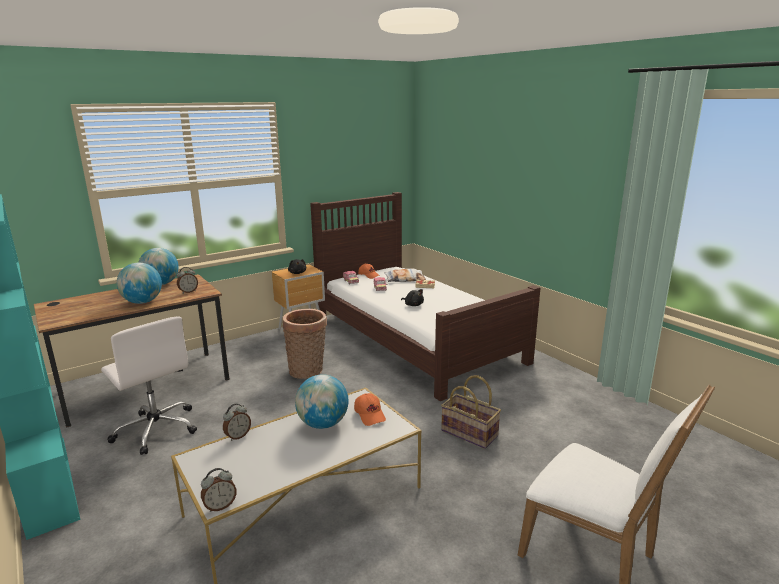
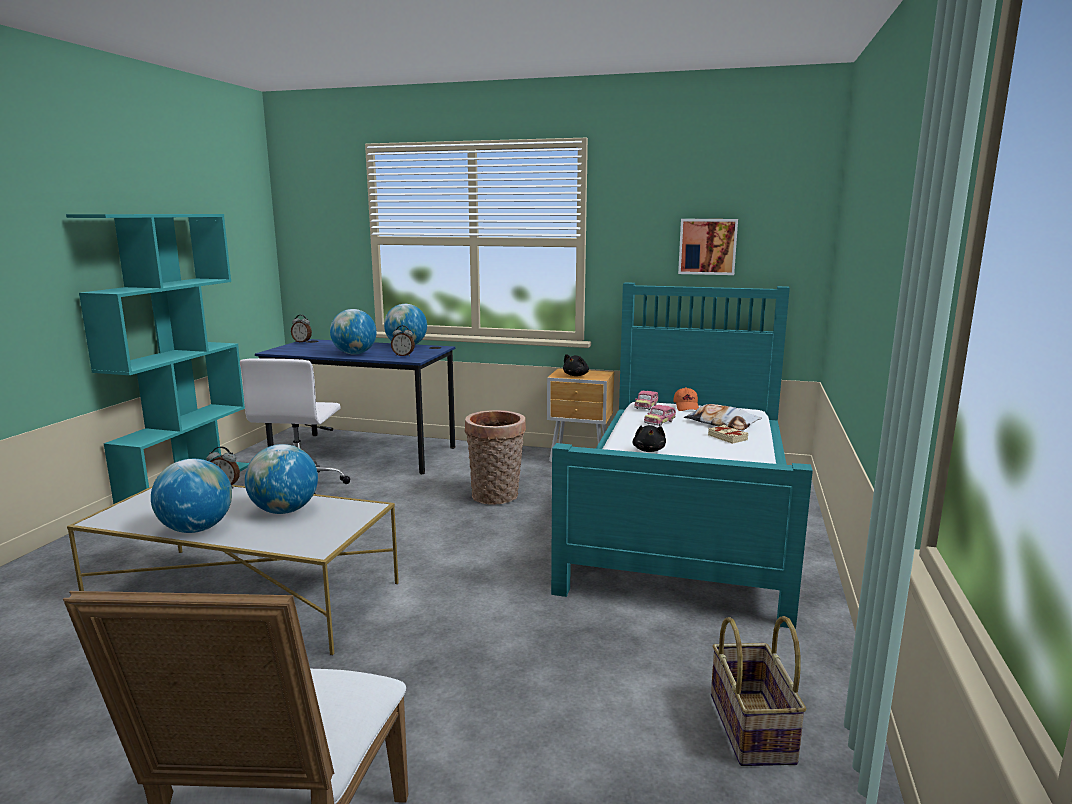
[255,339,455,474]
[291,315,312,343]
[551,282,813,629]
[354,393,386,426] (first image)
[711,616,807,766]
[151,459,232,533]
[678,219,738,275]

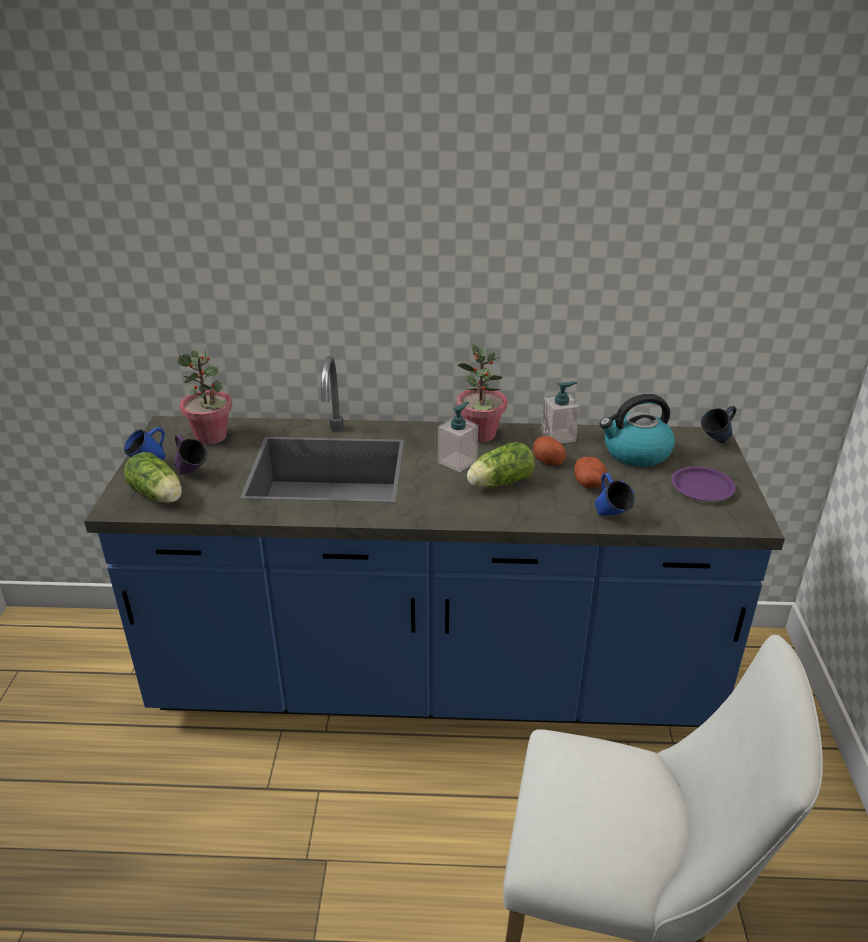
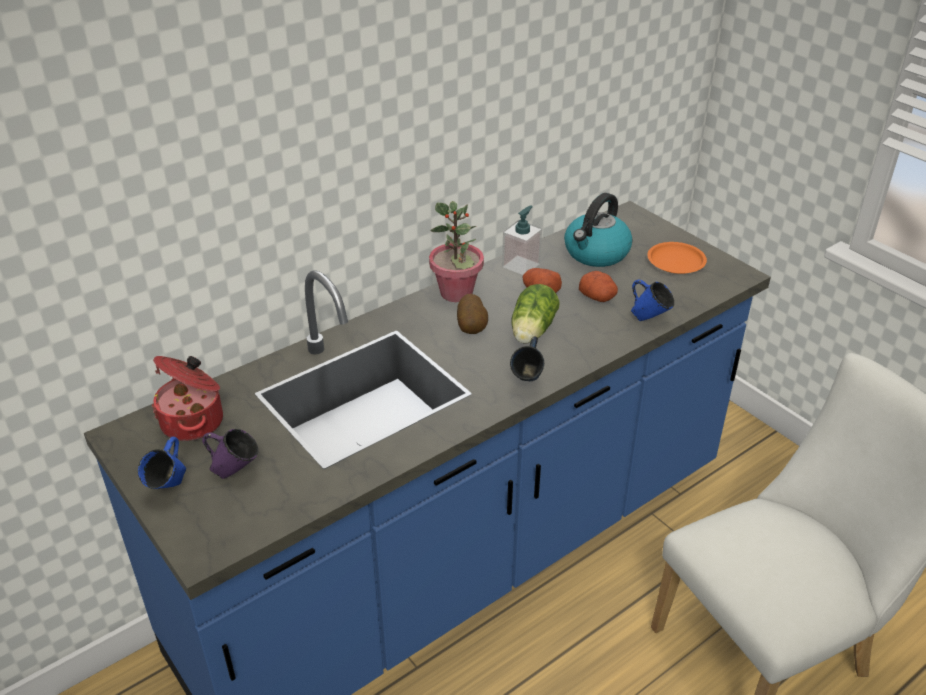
[124,452,182,503] (first image)
[152,356,223,441]
[457,294,488,334]
[647,242,707,274]
[510,336,544,381]

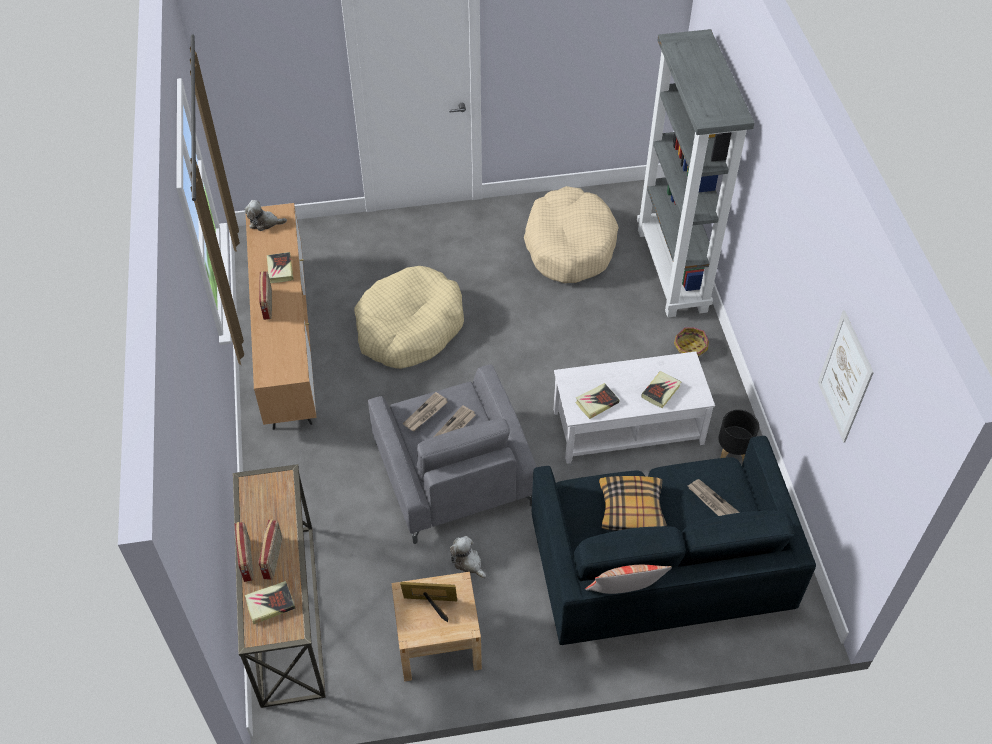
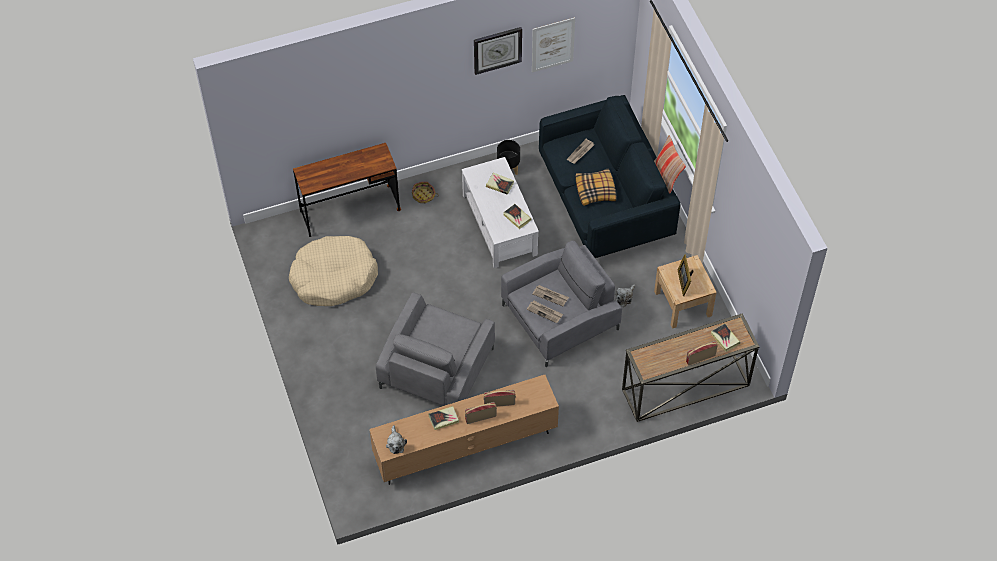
[484,390,516,407]
[376,292,495,406]
[293,143,401,237]
[474,27,522,75]

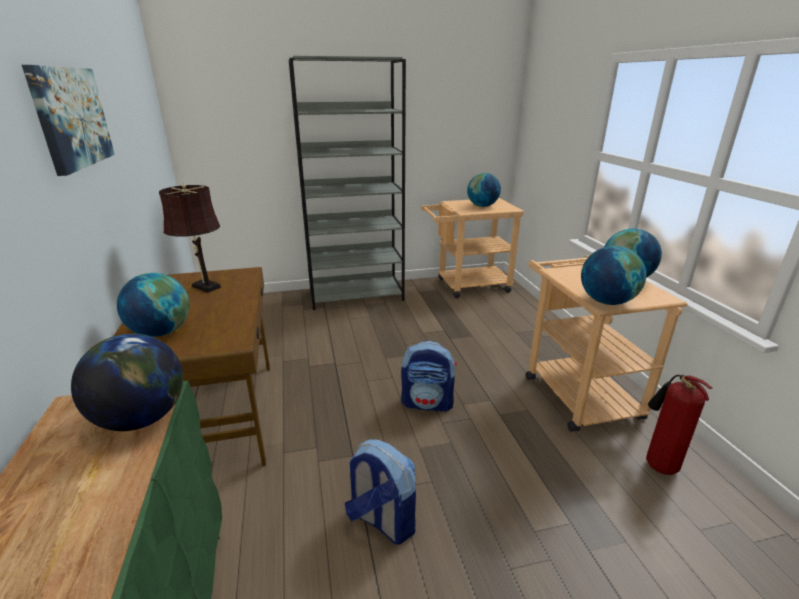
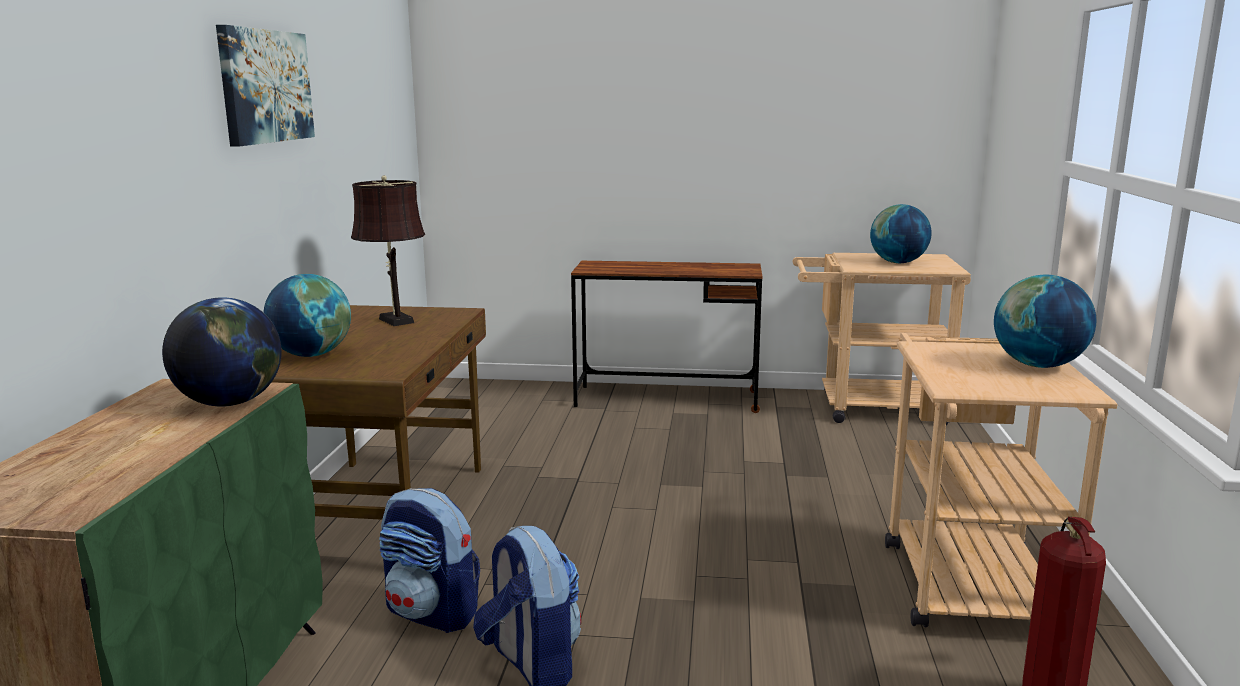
[571,261,762,413]
[379,488,480,633]
[581,246,646,305] (first image)

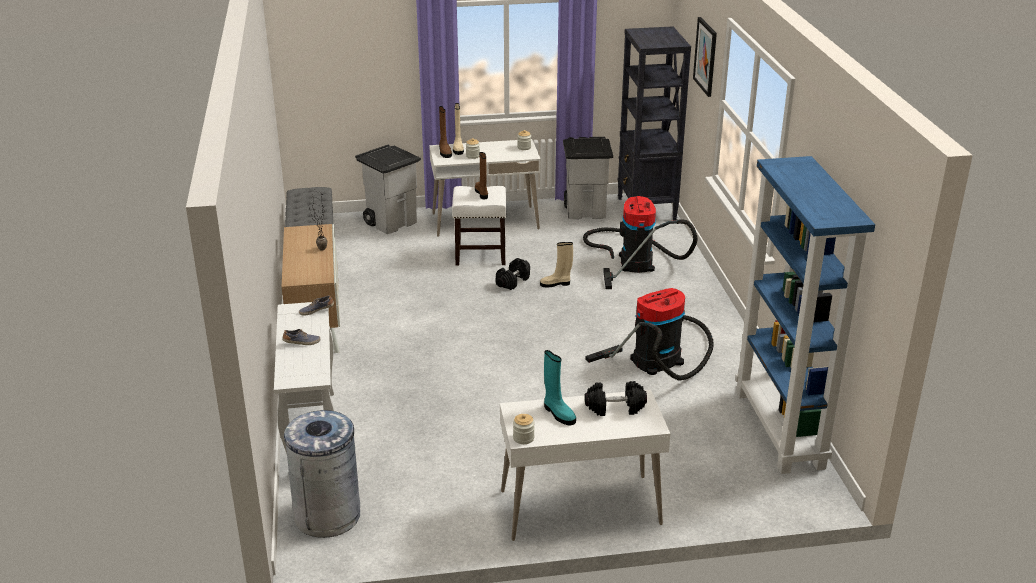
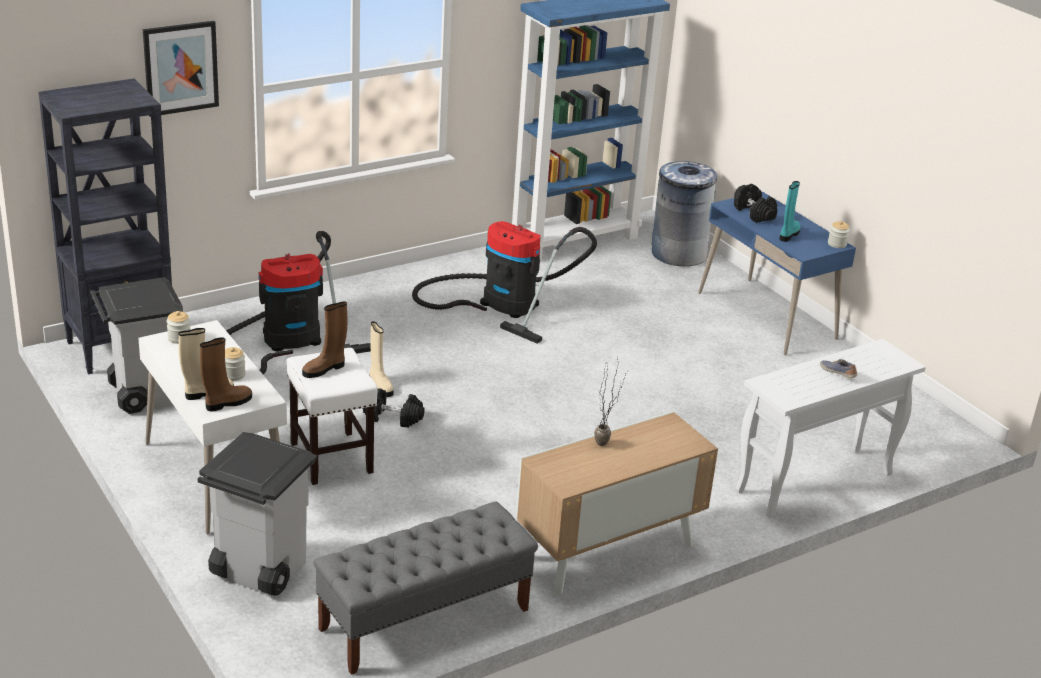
[652,161,717,266]
[299,295,334,316] (first image)
[698,192,856,355]

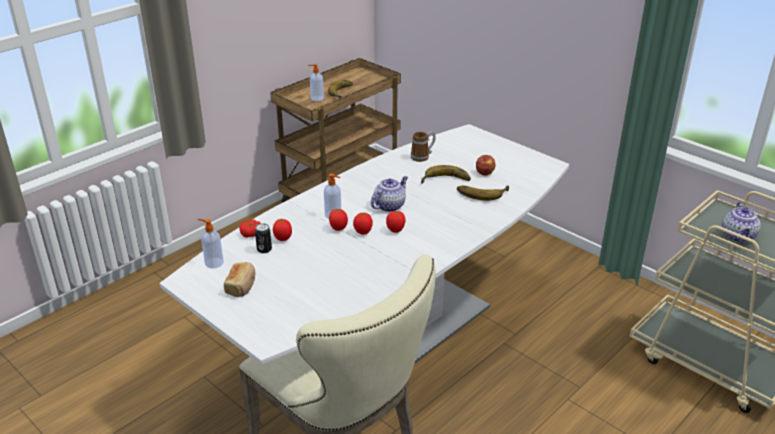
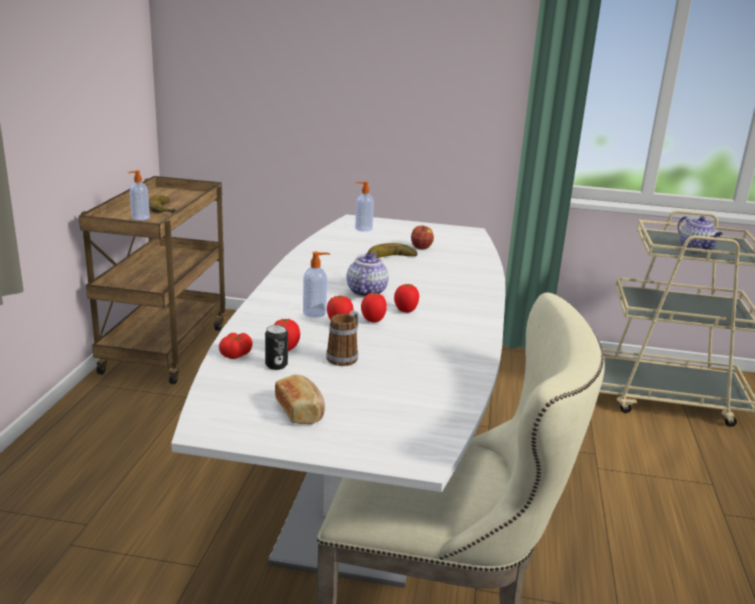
[355,181,374,231]
[326,310,359,366]
[457,186,509,201] (first image)

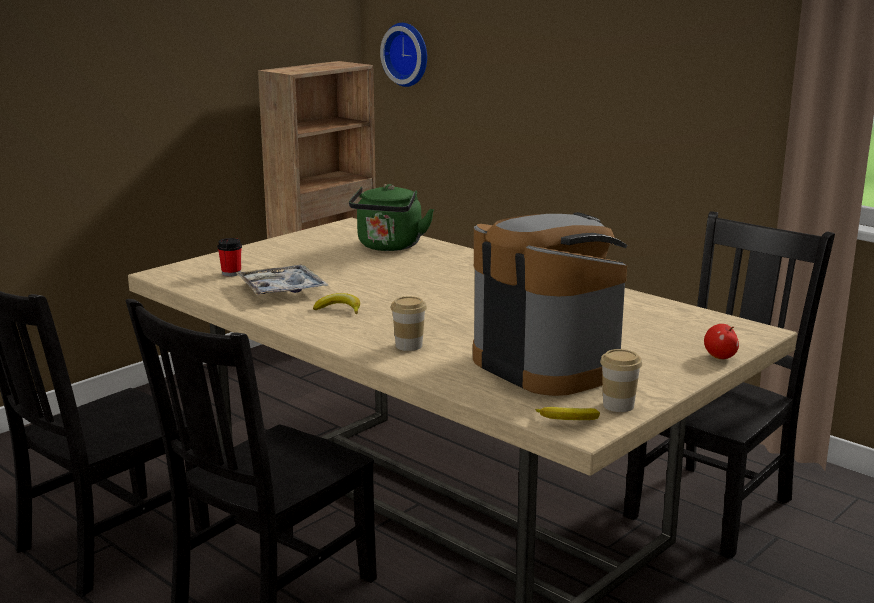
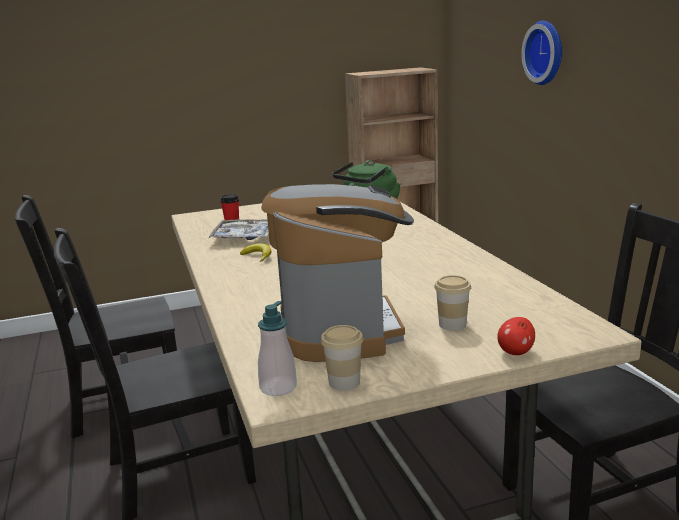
[521,20,562,85]
[434,275,471,331]
[258,301,297,396]

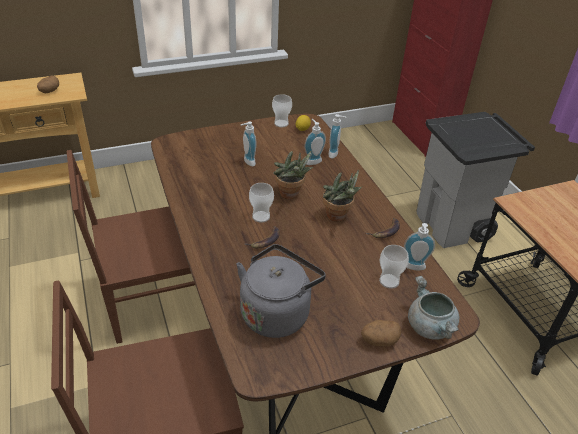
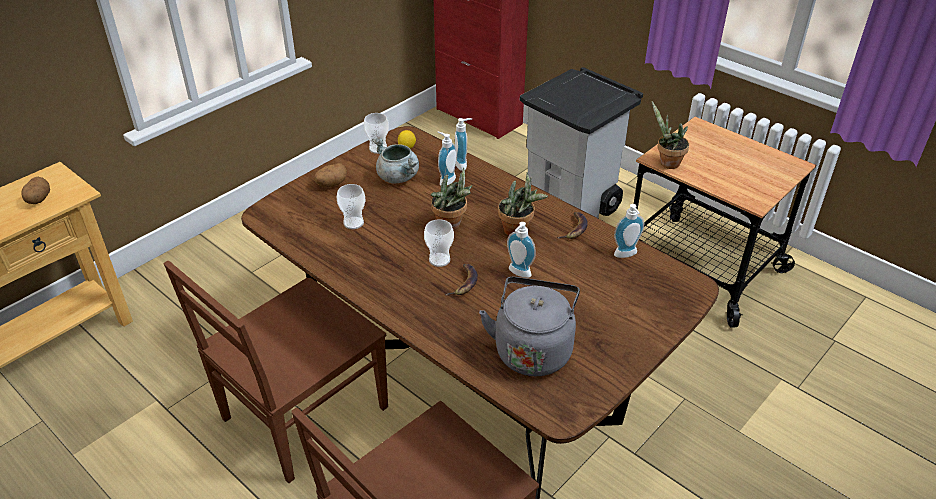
[507,222,536,278]
[314,163,347,188]
[336,184,366,229]
[372,137,419,183]
[652,101,689,169]

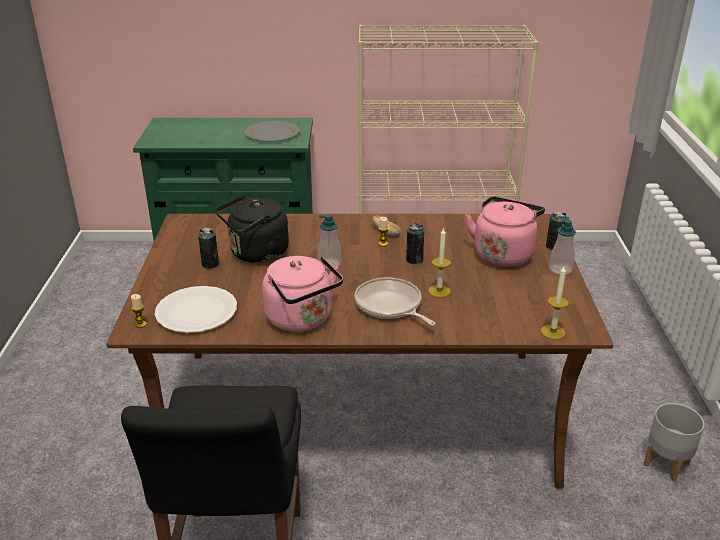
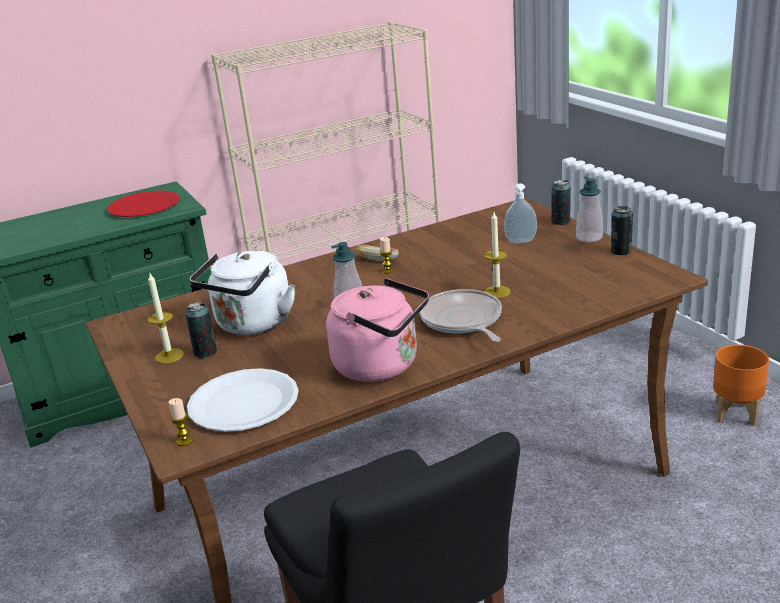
[190,251,295,335]
[107,190,179,217]
[419,289,502,342]
[611,206,633,256]
[504,183,537,243]
[148,273,184,364]
[713,345,769,426]

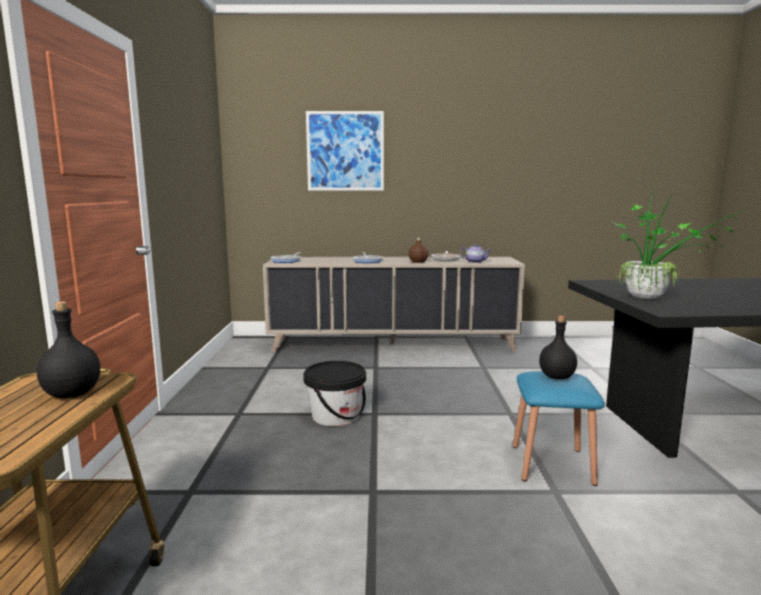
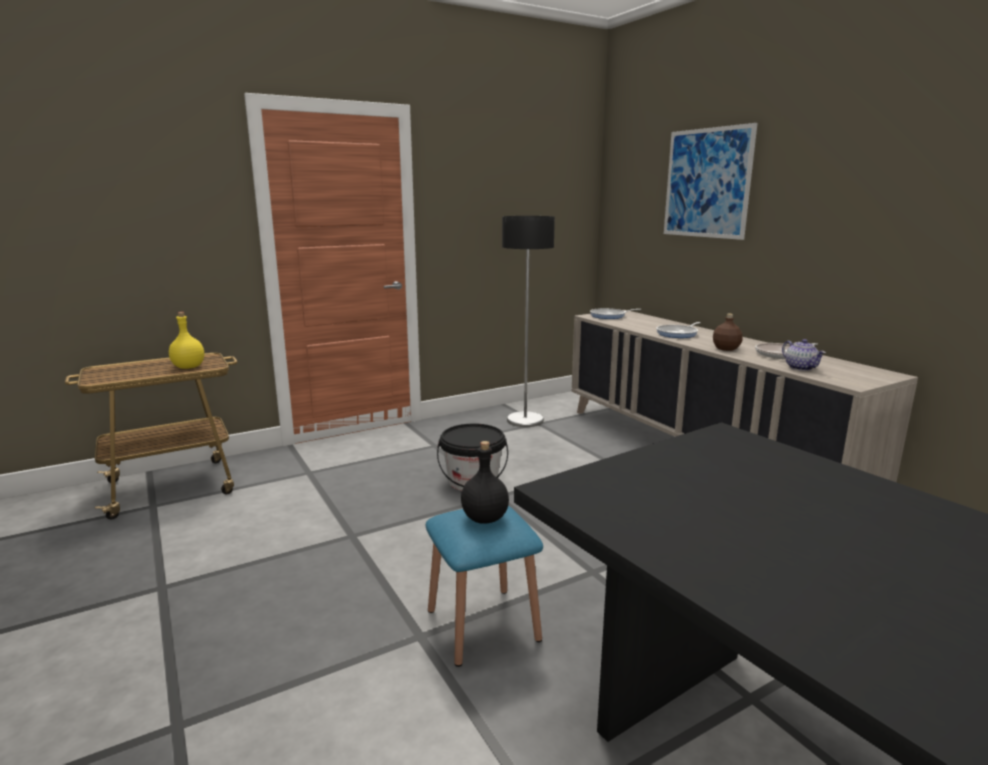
[169,312,204,369]
[611,183,743,299] (first image)
[502,216,555,427]

